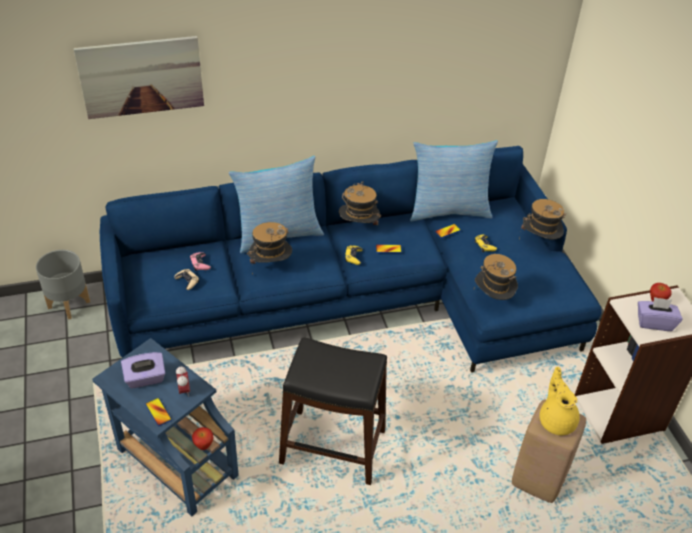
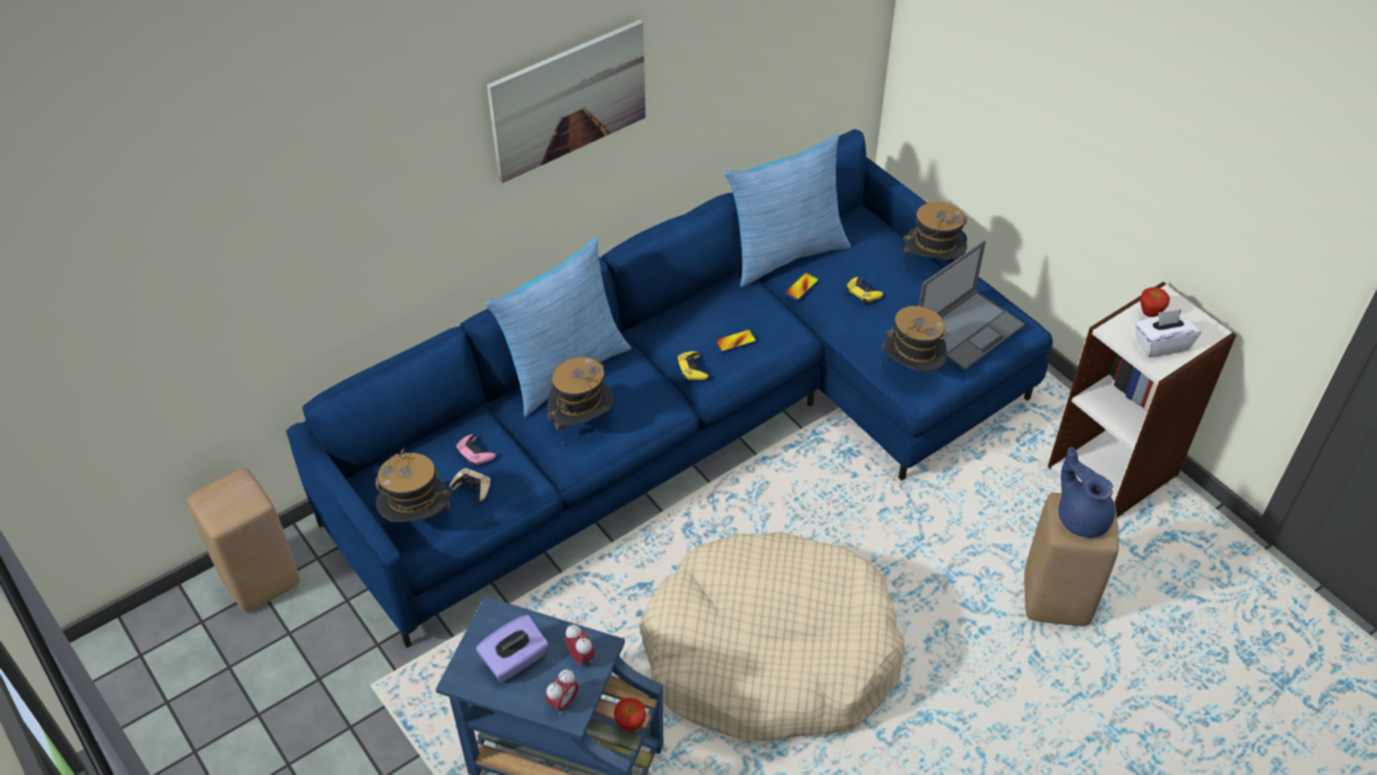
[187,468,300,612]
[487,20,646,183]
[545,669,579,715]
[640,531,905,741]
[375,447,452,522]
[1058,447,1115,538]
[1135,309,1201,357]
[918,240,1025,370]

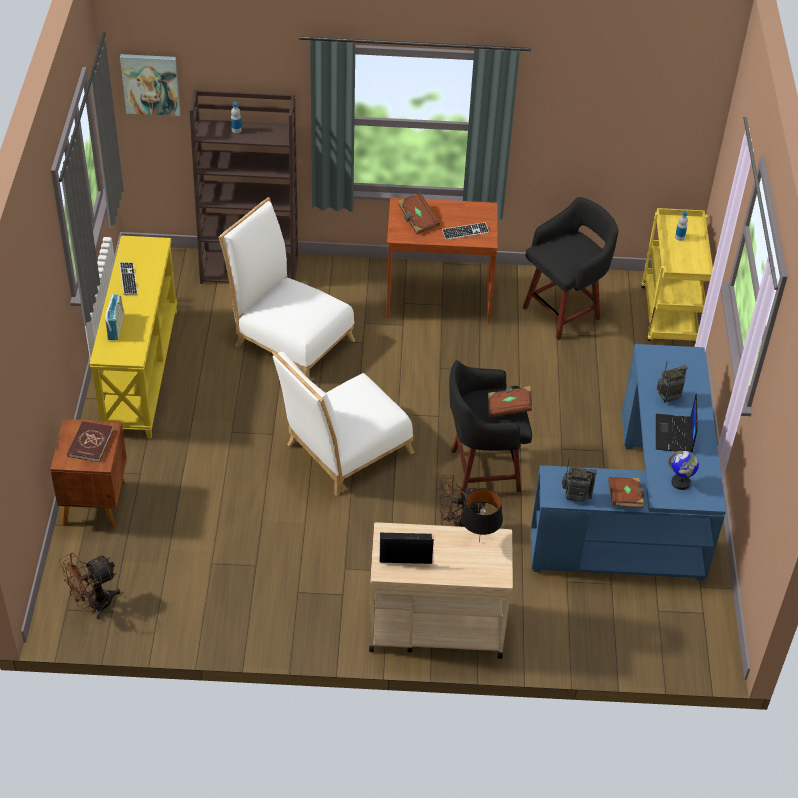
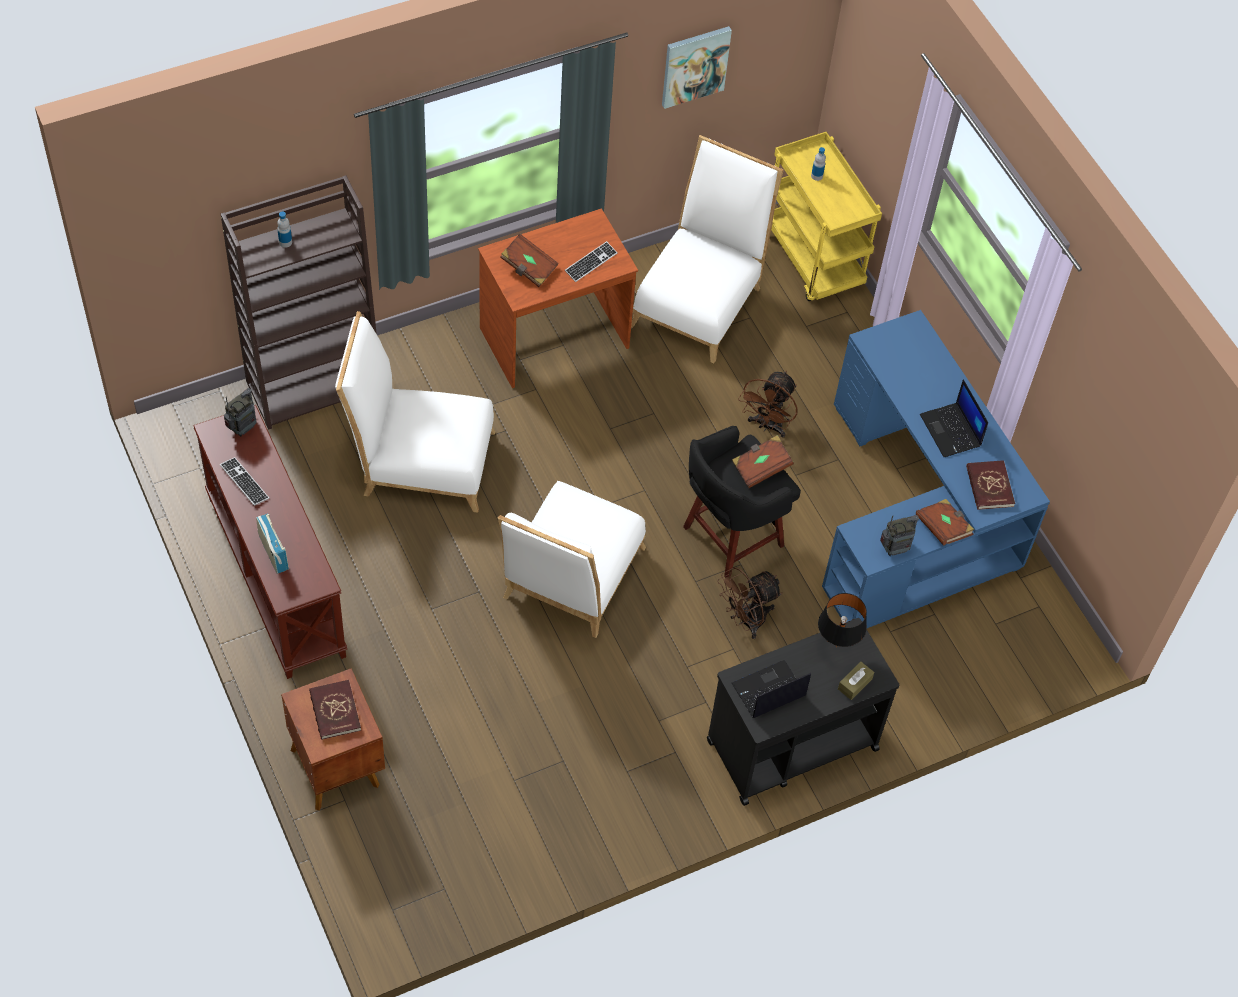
[738,371,798,438]
[193,405,347,679]
[662,26,732,109]
[707,618,899,806]
[631,135,784,363]
[224,388,257,437]
[966,460,1015,510]
[838,661,874,700]

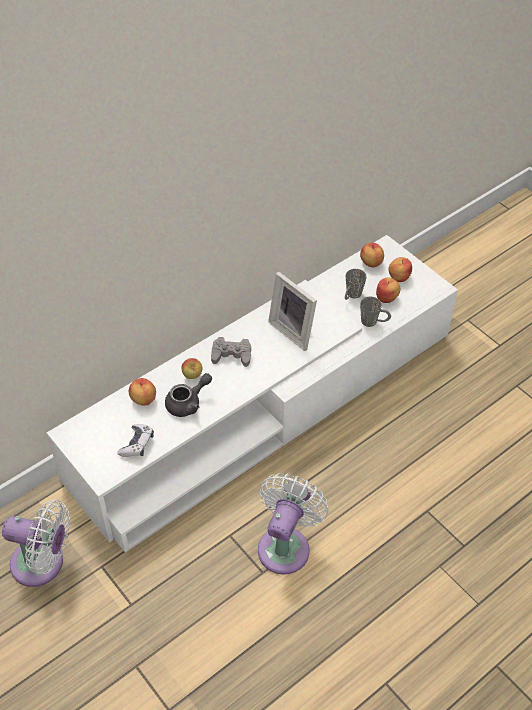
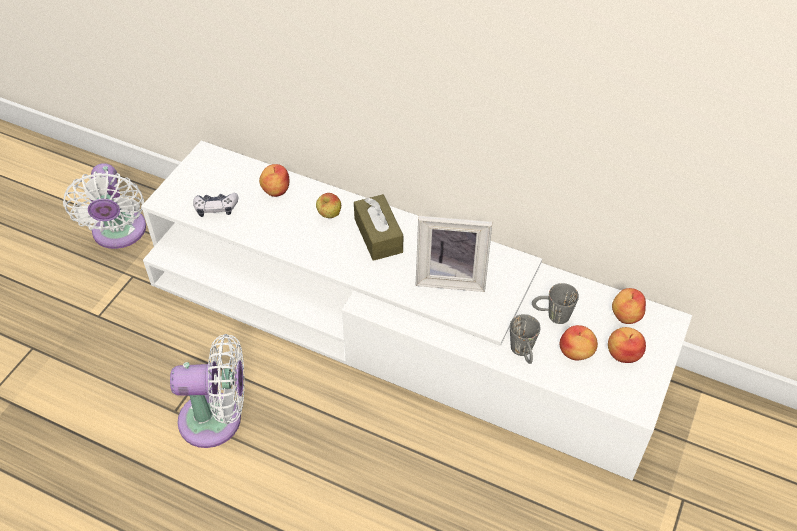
[165,373,212,417] (first image)
[354,194,403,261]
[416,216,492,292]

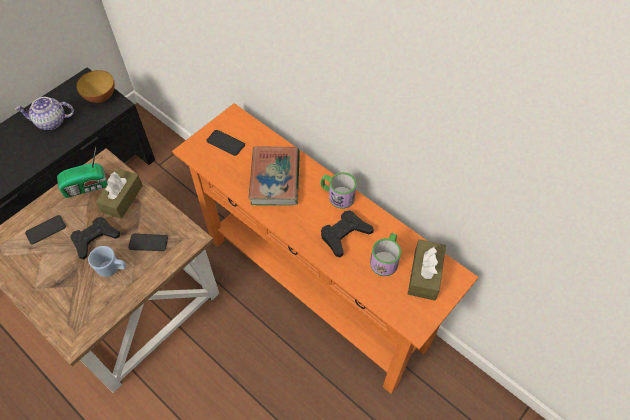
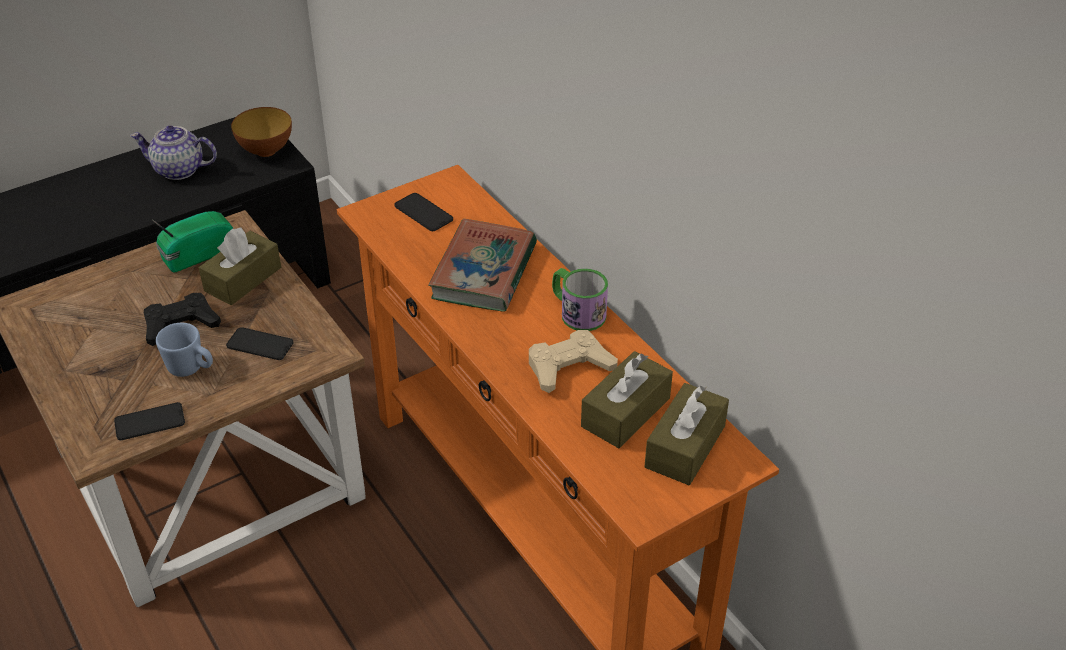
[114,402,185,440]
[152,211,233,272]
[529,330,618,393]
[581,351,673,448]

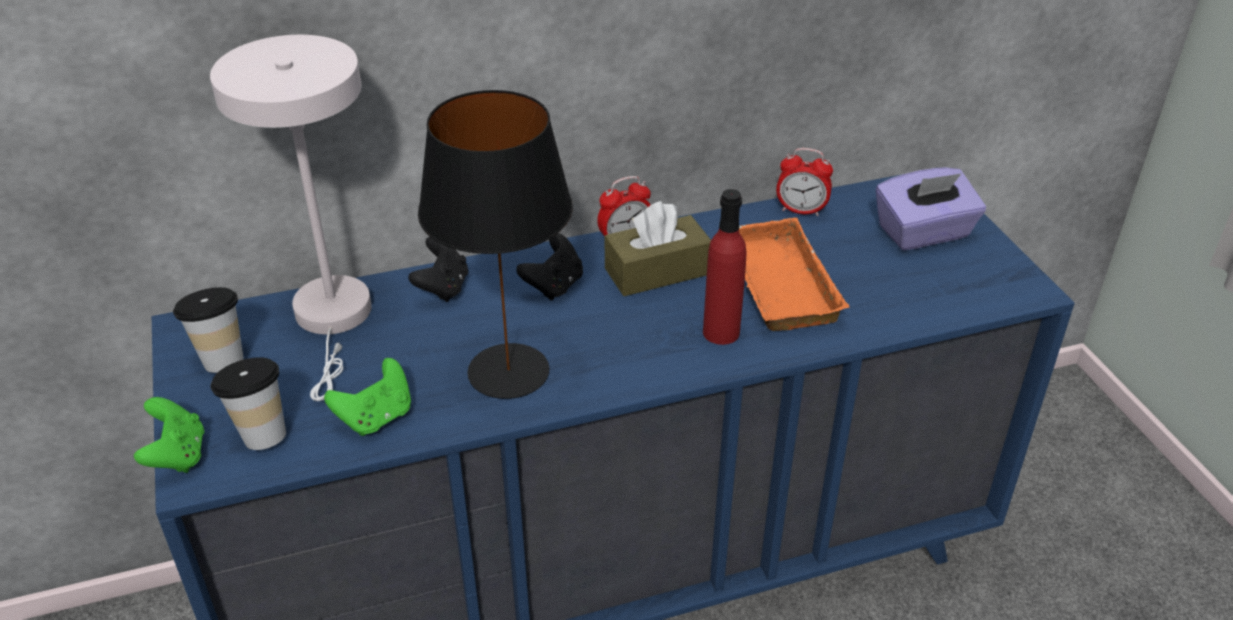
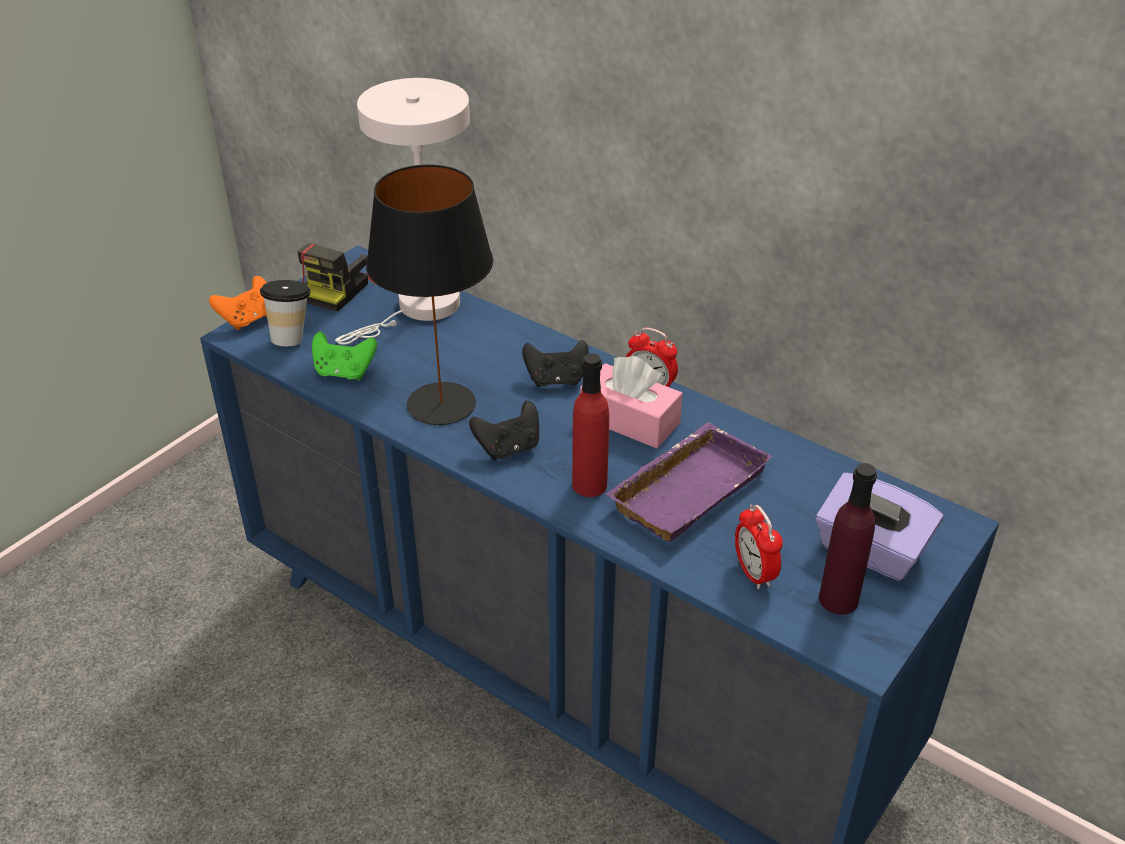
[209,276,267,330]
[297,244,377,312]
[469,401,539,460]
[580,356,683,448]
[605,423,773,542]
[735,505,783,589]
[819,463,877,615]

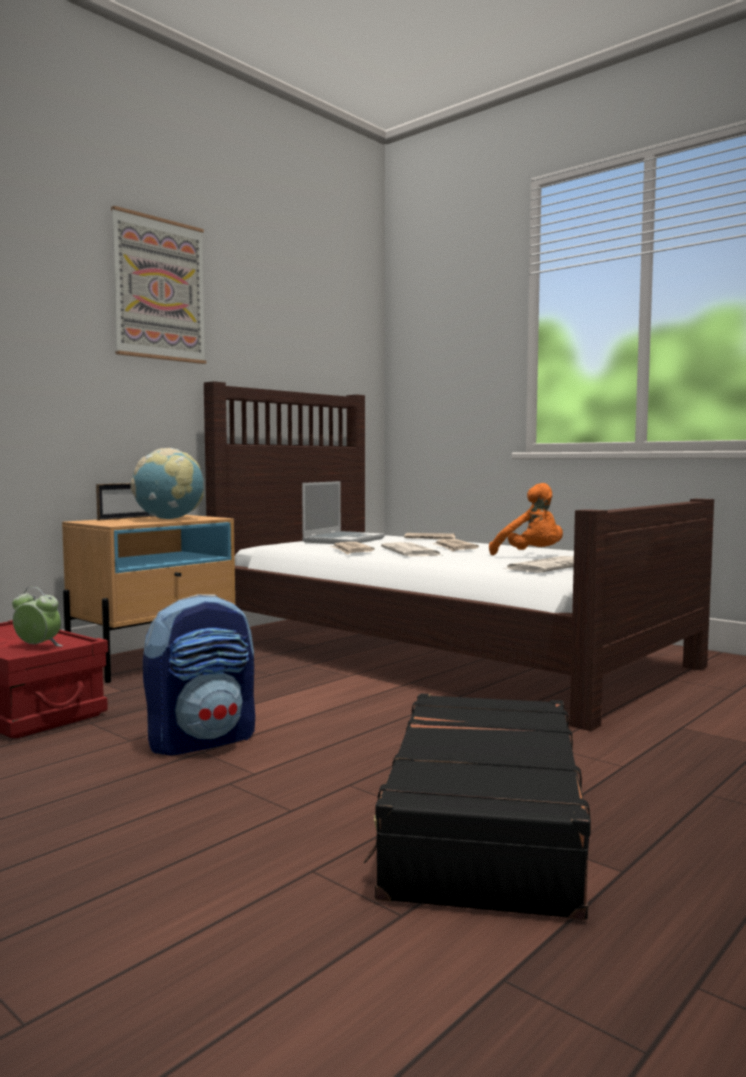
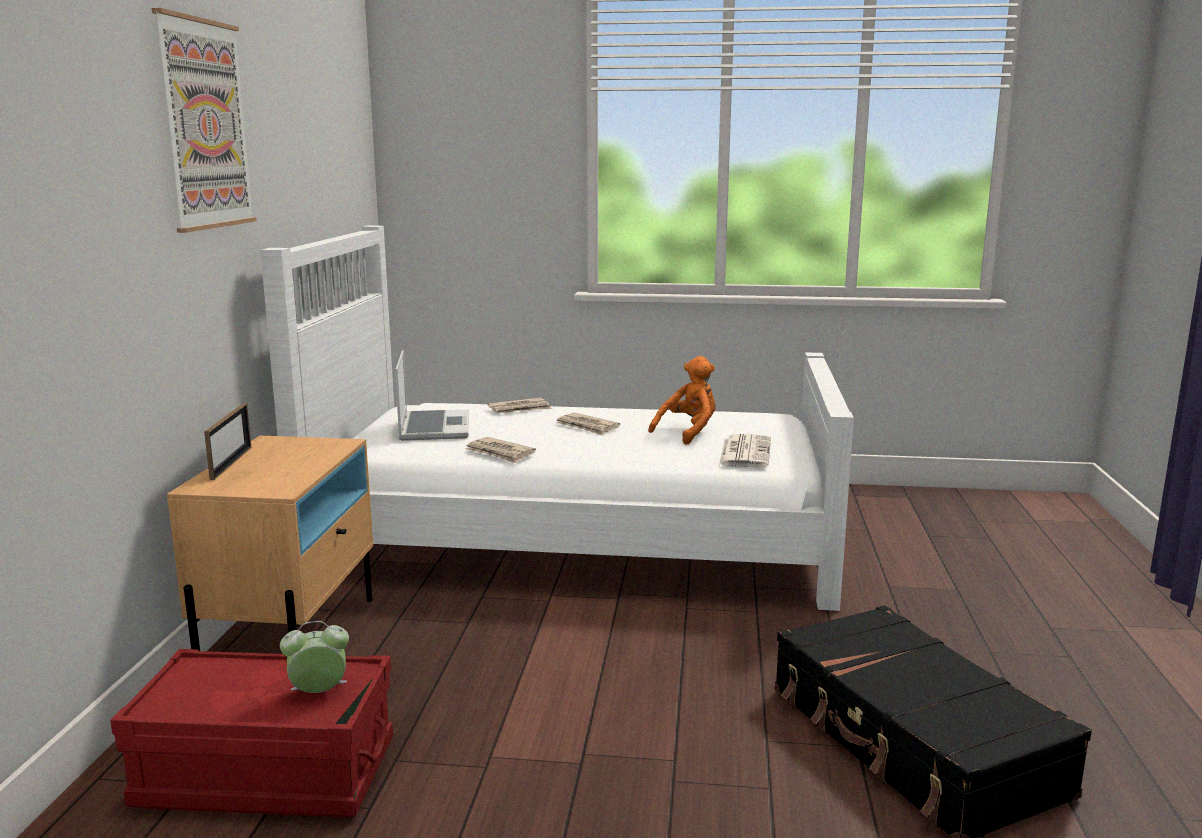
[130,448,204,519] (first image)
[143,595,255,756] (first image)
[260,226,854,611]
[381,542,441,556] (first image)
[648,356,715,445]

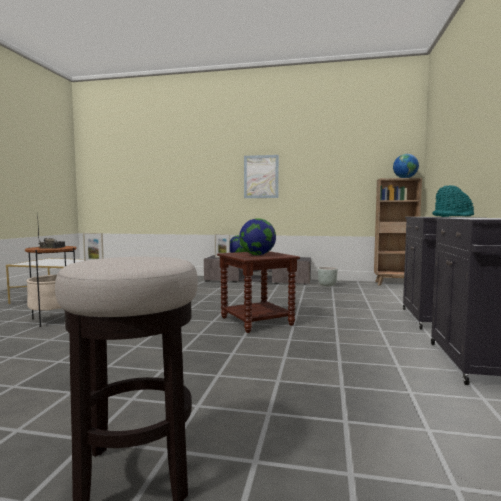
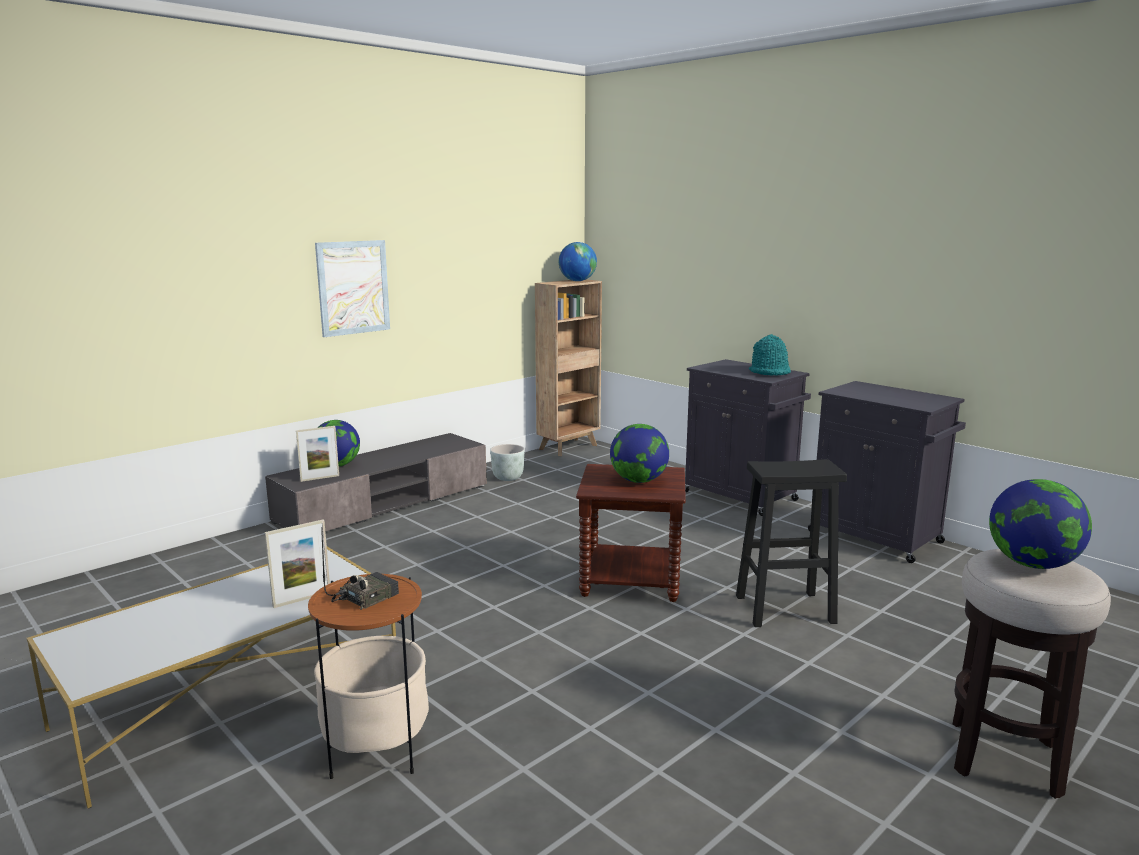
[736,459,847,627]
[989,479,1092,569]

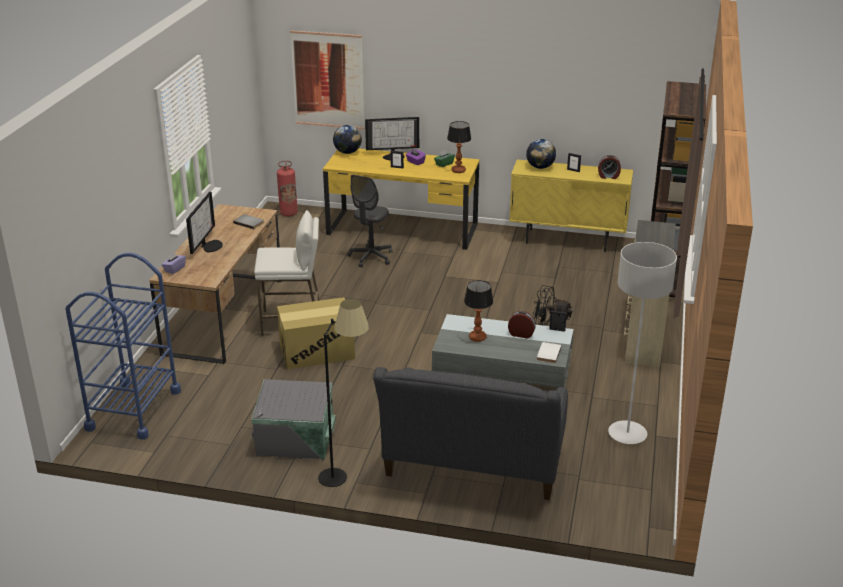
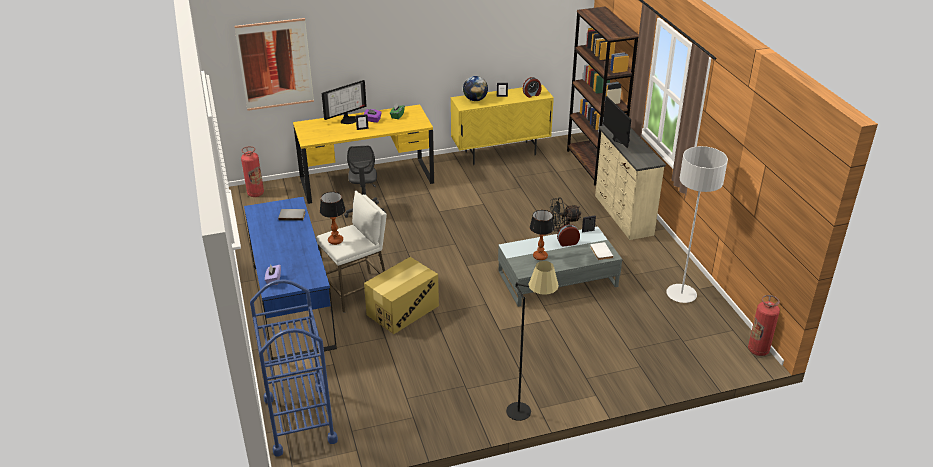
[244,197,337,360]
[603,96,631,148]
[251,379,336,460] (first image)
[333,125,362,154] (first image)
[373,367,568,500] (first image)
[320,192,346,245]
[748,295,780,356]

